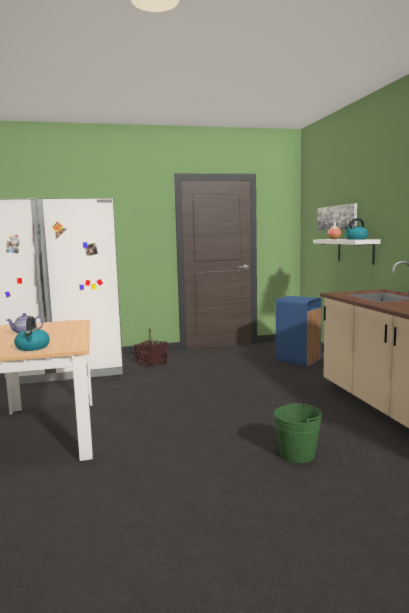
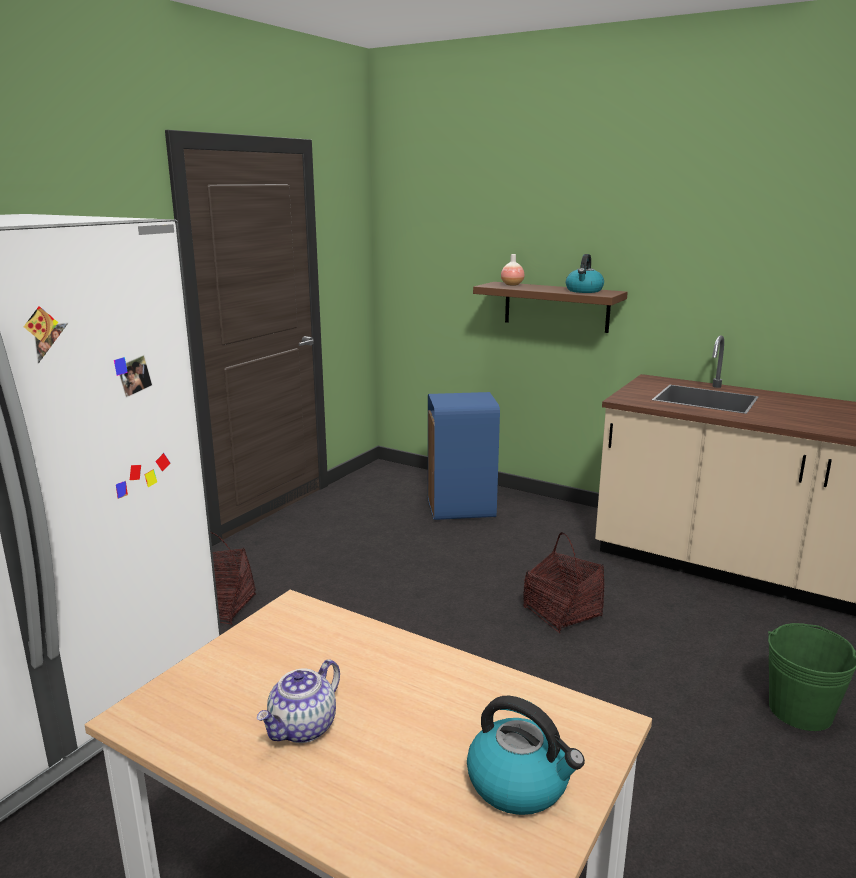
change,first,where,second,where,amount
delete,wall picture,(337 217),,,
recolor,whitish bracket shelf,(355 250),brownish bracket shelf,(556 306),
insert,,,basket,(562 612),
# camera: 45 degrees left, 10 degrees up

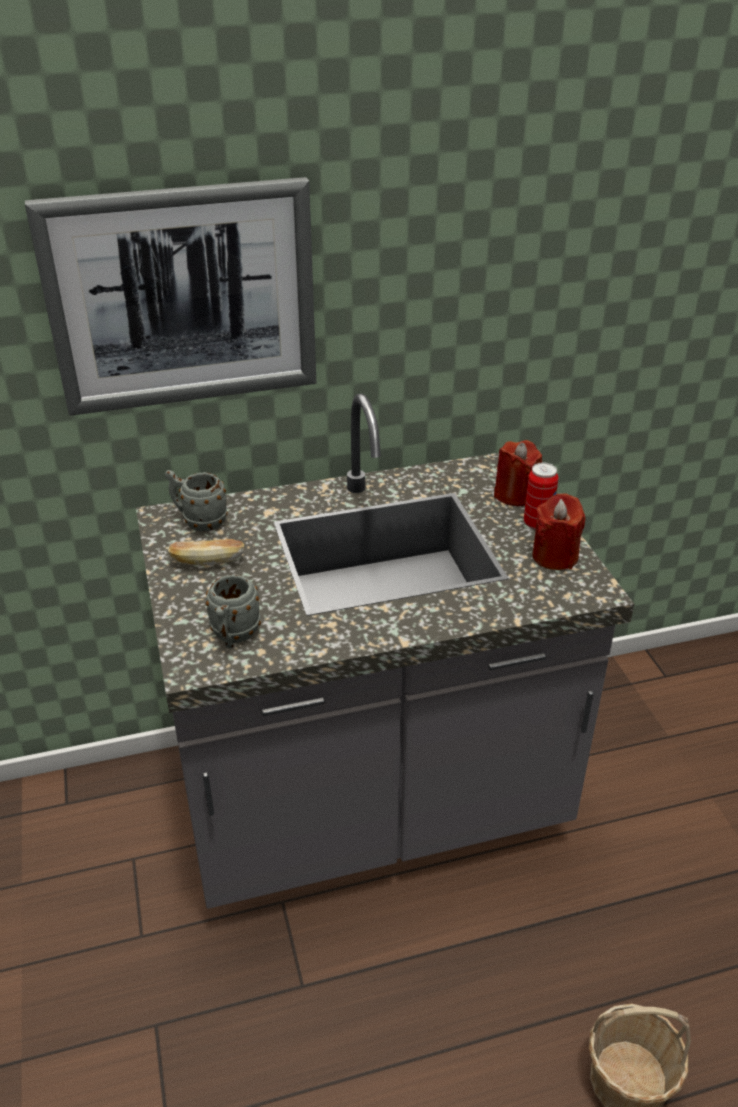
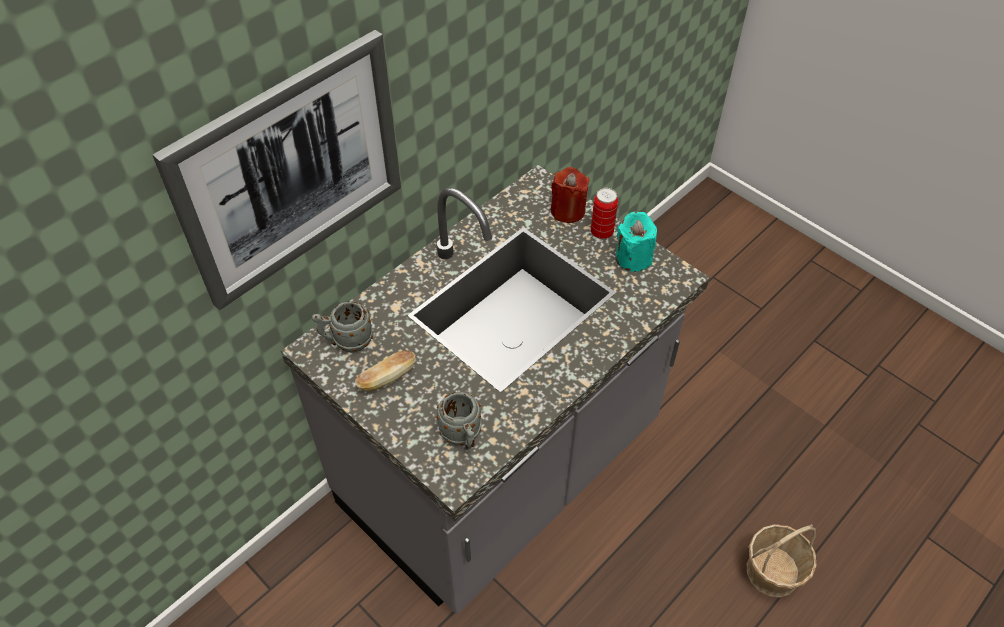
change,first,where,second,where,amount
recolor,red candle,(555 556),blue-green candle,(633 258),
# camera: 30 degrees left, 15 degrees up

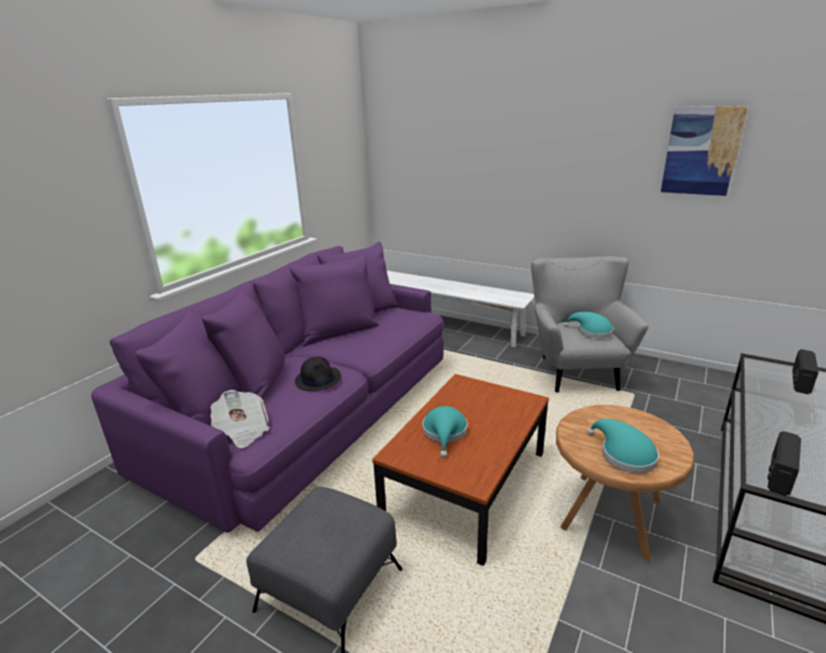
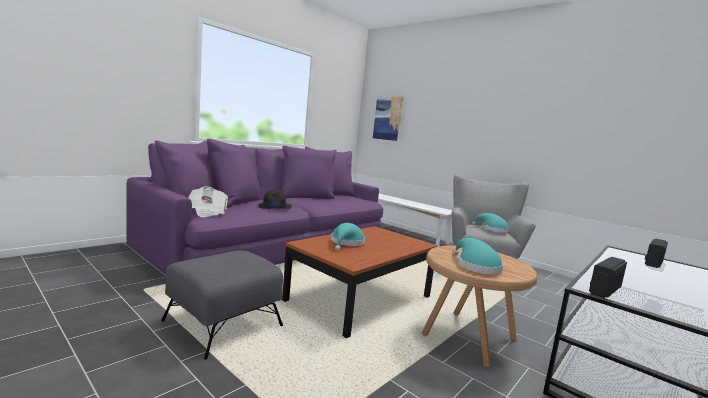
change,first,where,second,where,amount
move,wall picture,(701 151),,(388 118),
# camera: 10 degrees right, 15 degrees down

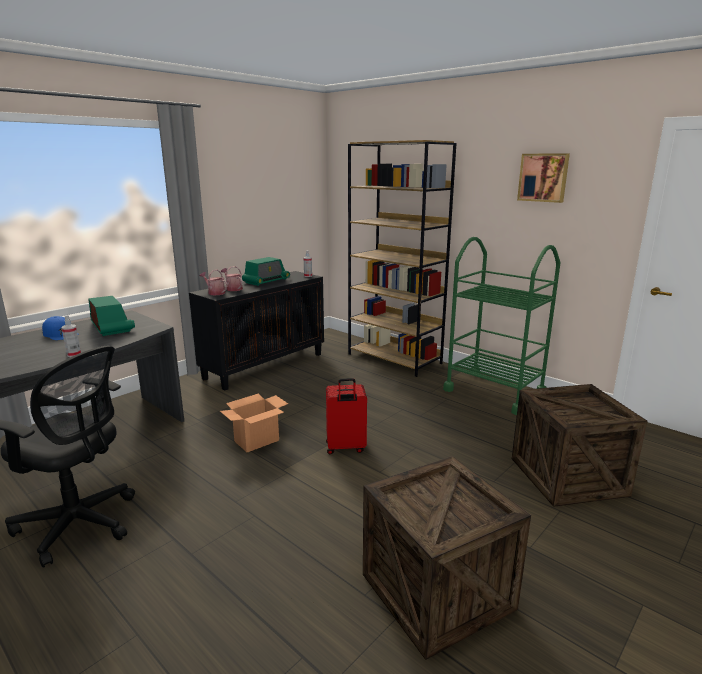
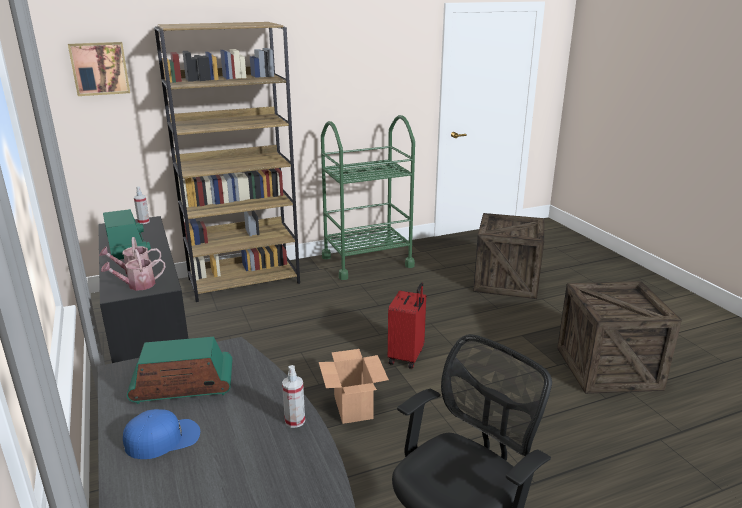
change,first,where,second,where,amount
move,wall picture,(543 177),,(99 68),
# camera: 65 degrees left, 5 degrees up

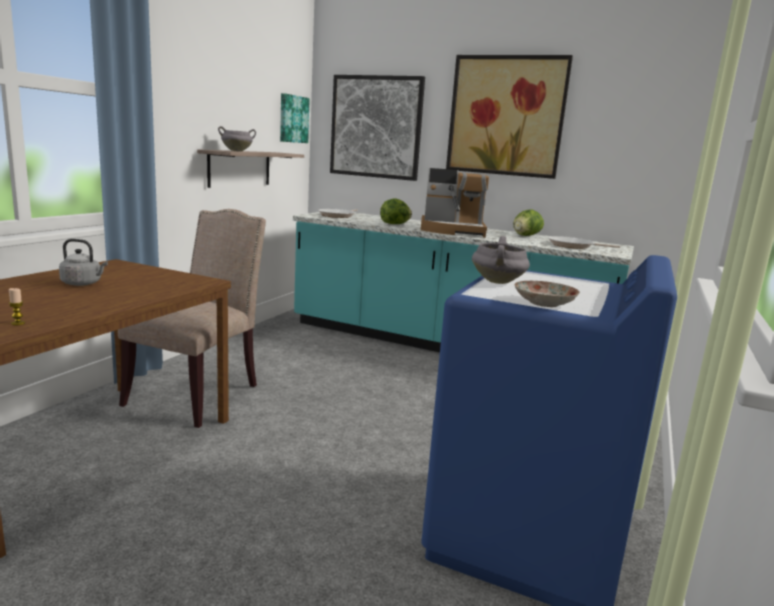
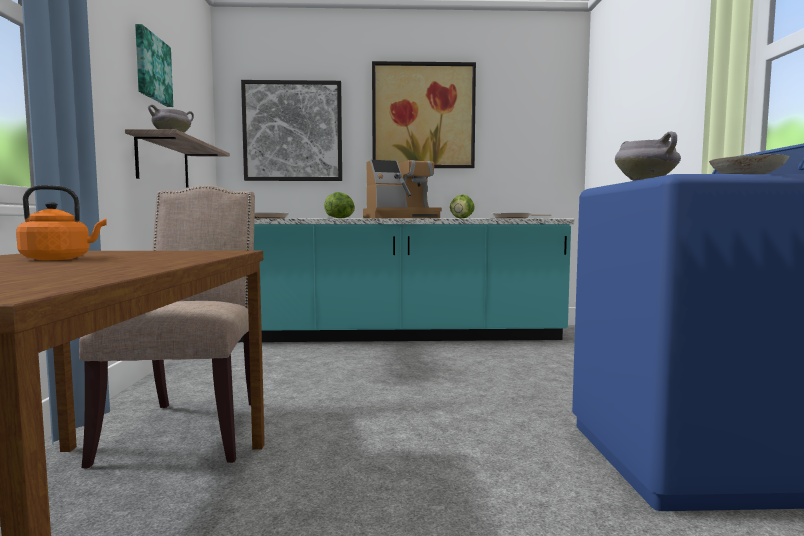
change,first,where,second,where,amount
move,wall picture,(293 119),,(152 68),
recolor,greyish kettle,(83 283),orange kettle,(60 259),
delete,candle,(18 323),,,
# camera: 25 degrees left, 10 degrees down

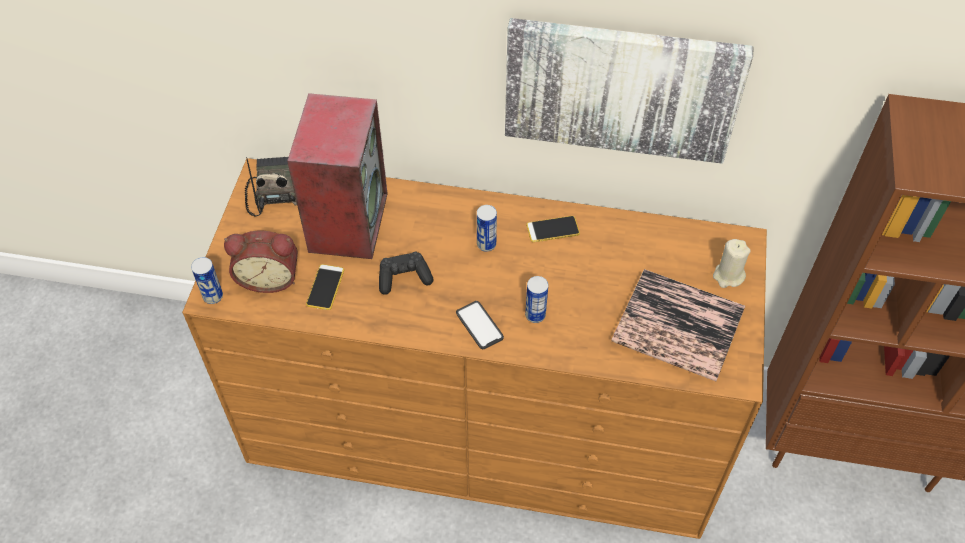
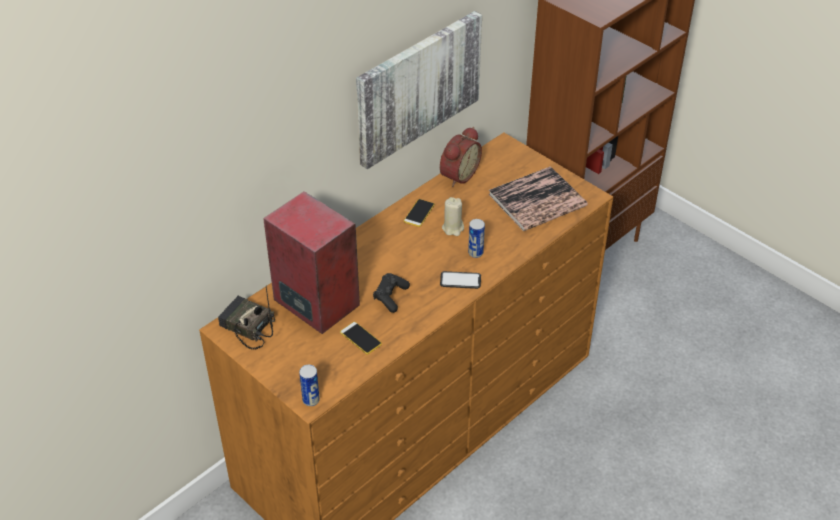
change,first,where,second,where,amount
delete,sealed can,(486 244),,,
move,table clock,(269 277),,(457 175),
move,beige candle,(728 276),,(453 228),
# camera: 55 degrees left, 10 degrees down

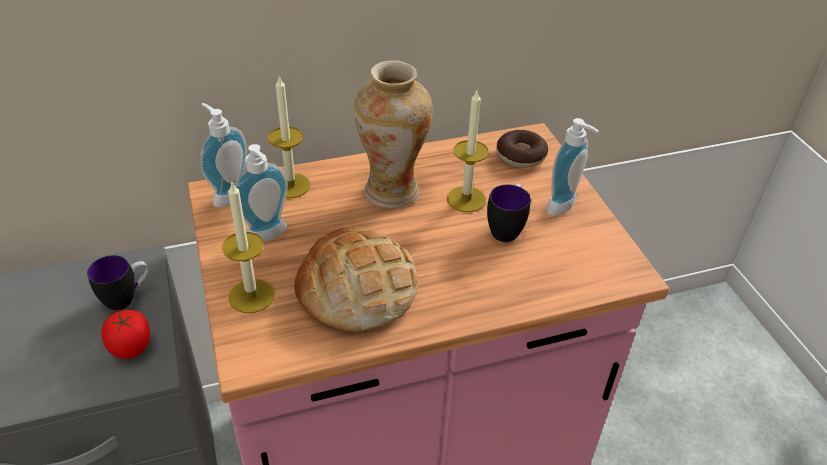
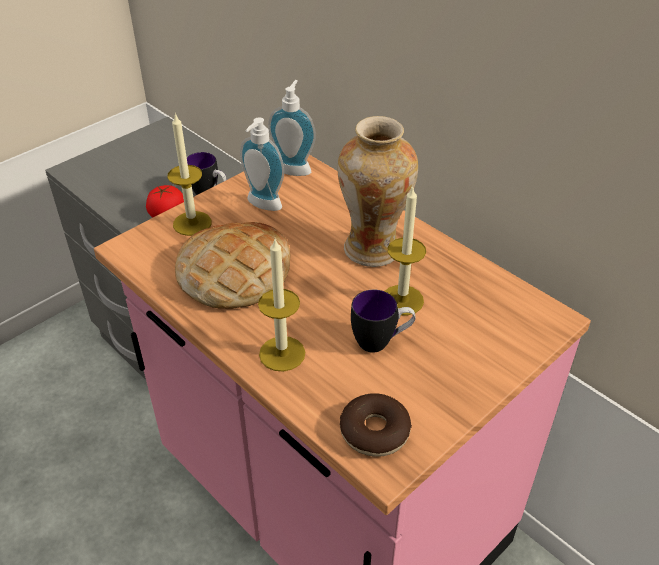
change,first,where,second,where,amount
move,candle,(290 185),,(282 353),
delete,soap bottle,(565 207),,,
move,ring doughnut,(521 156),,(374 432),
# camera: 65 degrees right, 0 degrees up

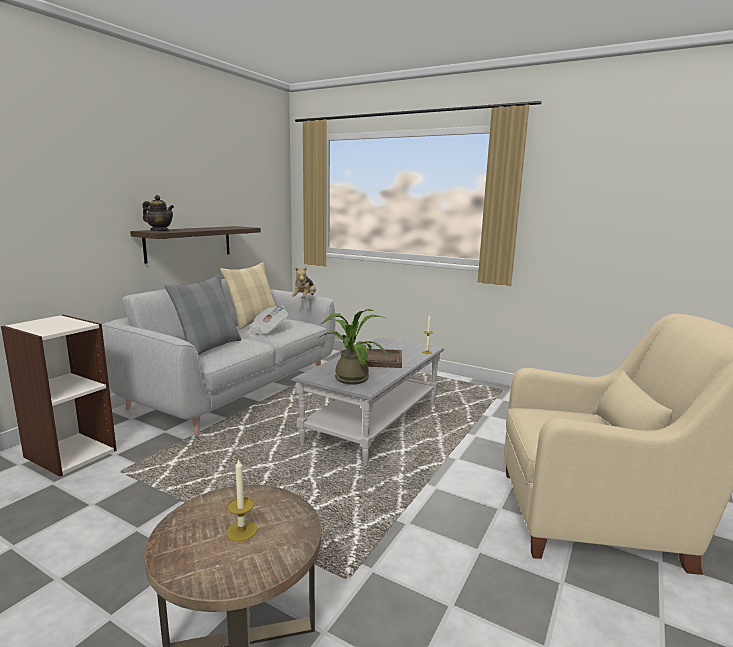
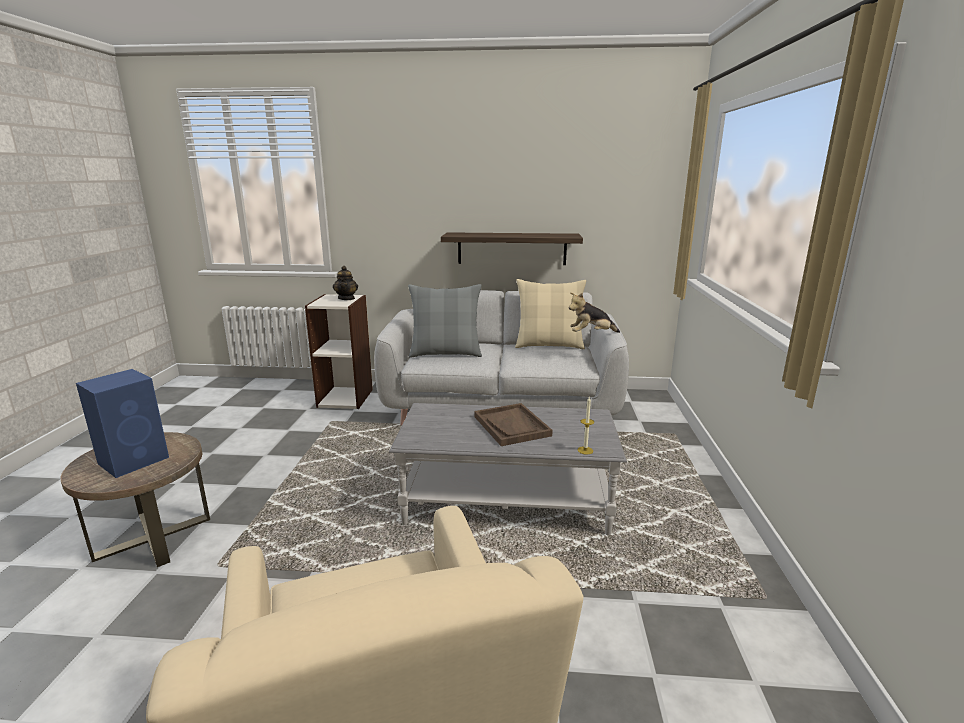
change,first,where,second,where,amount
move,tea pot,(160 231),,(346 298),
delete,printed paper,(267 331),,,
delete,potted plant,(350 377),,,
replace,candle,(241 531),blue speaker,(135 460),
# camera: 65 degrees right, 5 degrees up

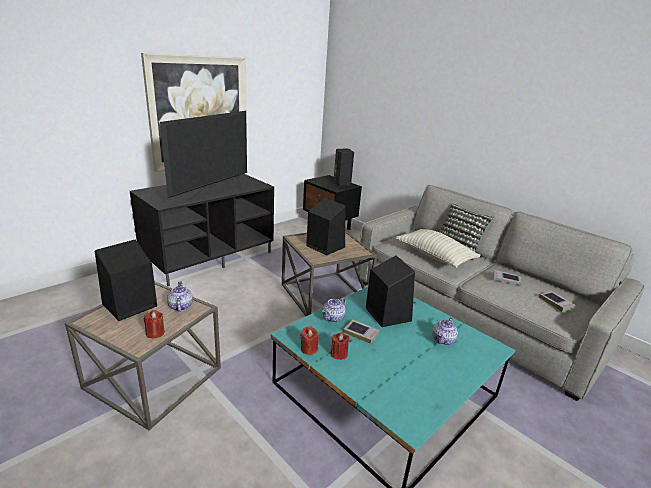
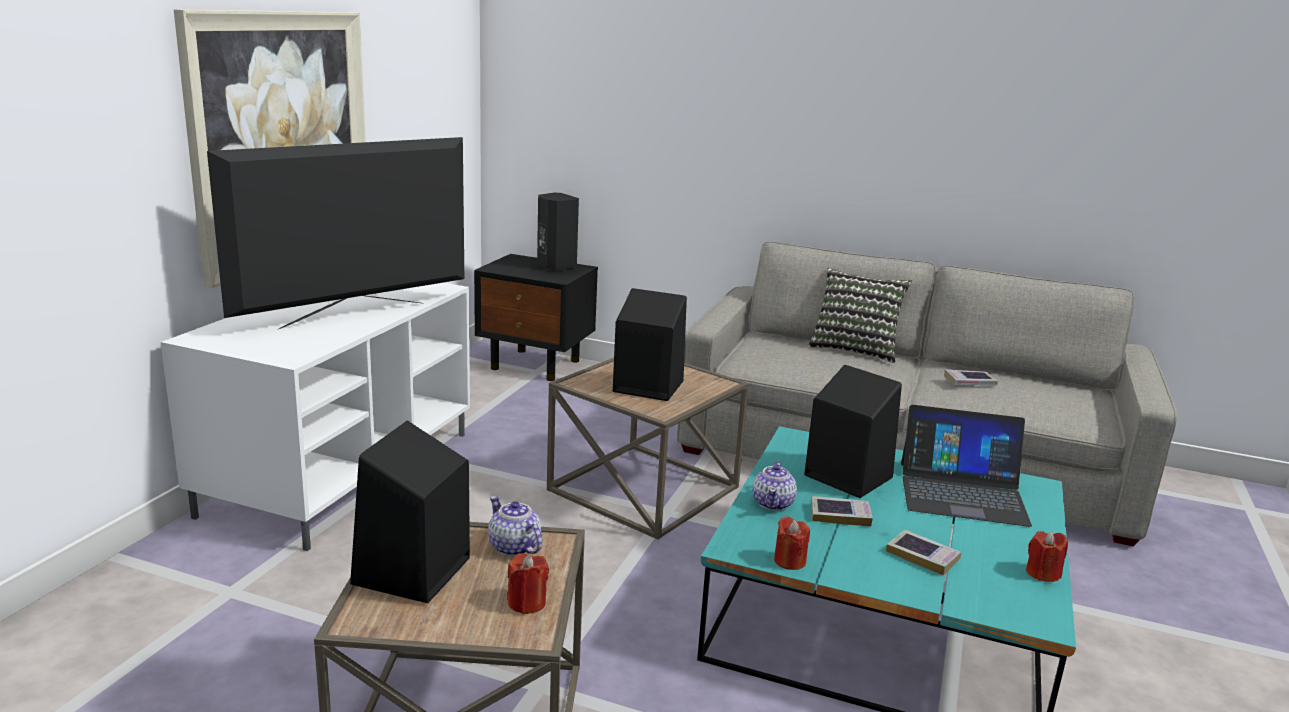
change,first,where,second,where,amount
rotate,television,(211 192),,(356 316),135 degrees counterclockwise
recolor,black-coloured media console,(210 257),whitish media console,(341 471),
delete,throw pillow,(434 256),,,
move,book,(556 303),,(922 556),
replace,tea pot,(443 340),laptop,(962 493),
move,red candle,(339 354),,(1042 573),
# camera: 25 degrees left, 5 degrees down

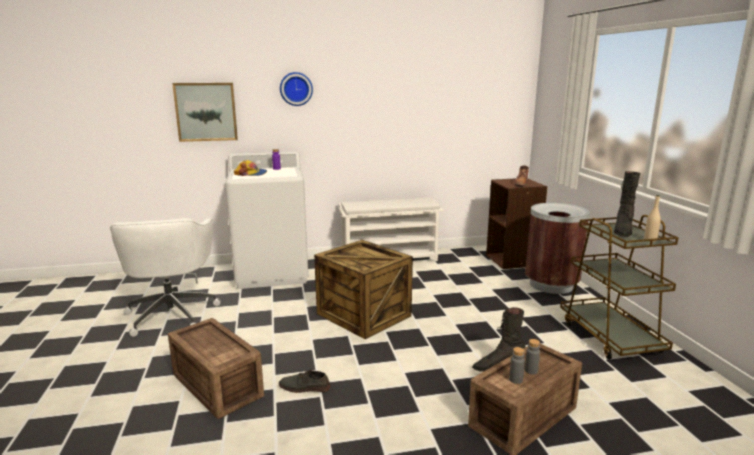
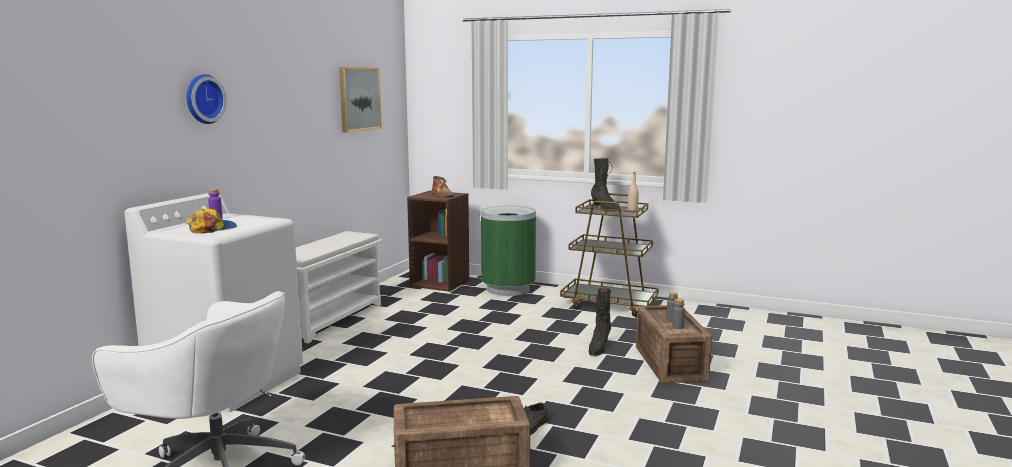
change,first,where,second,where,amount
move,wall picture,(206 112),,(359 99),
recolor,brownish trash can,(551 285),greenish trash can,(508 289),
delete,shipping crate,(365 314),,,
# camera: 55 degrees left, 5 degrees down

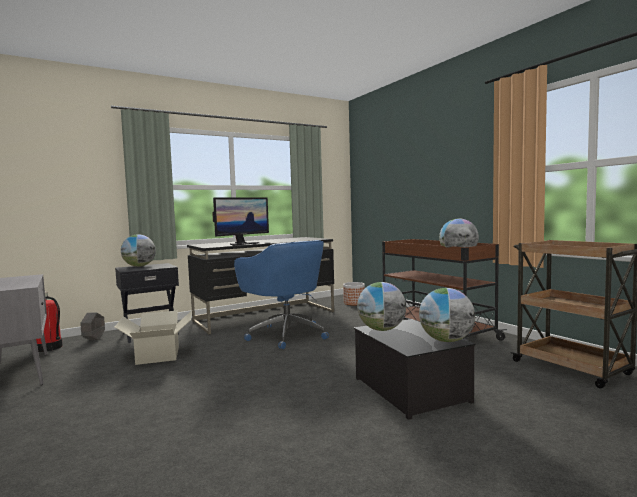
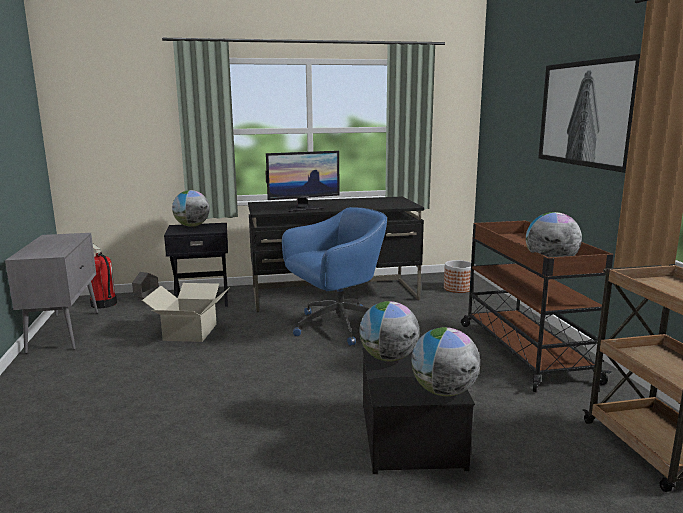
change,first,where,second,where,amount
rotate,blue computer chair,(286 334),,(336 326),105 degrees counterclockwise
insert,,,wall picture,(585 113),
# camera: 20 degrees right, 10 degrees up

